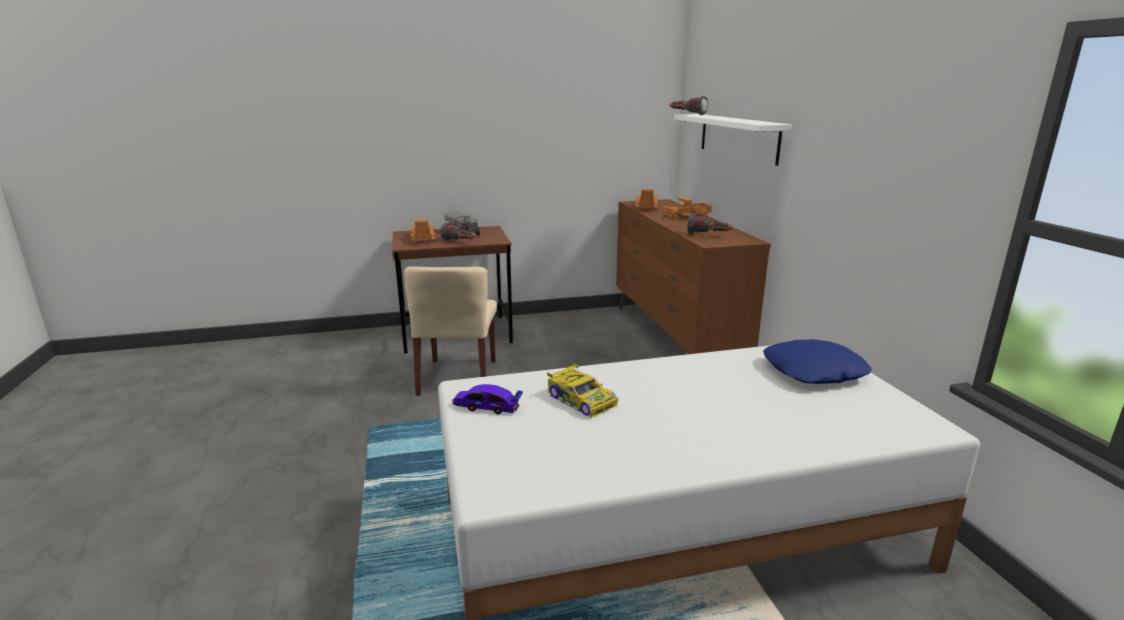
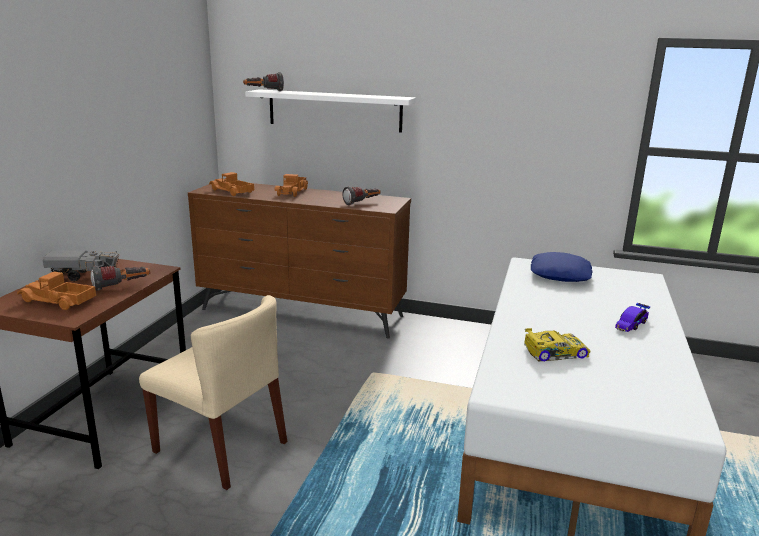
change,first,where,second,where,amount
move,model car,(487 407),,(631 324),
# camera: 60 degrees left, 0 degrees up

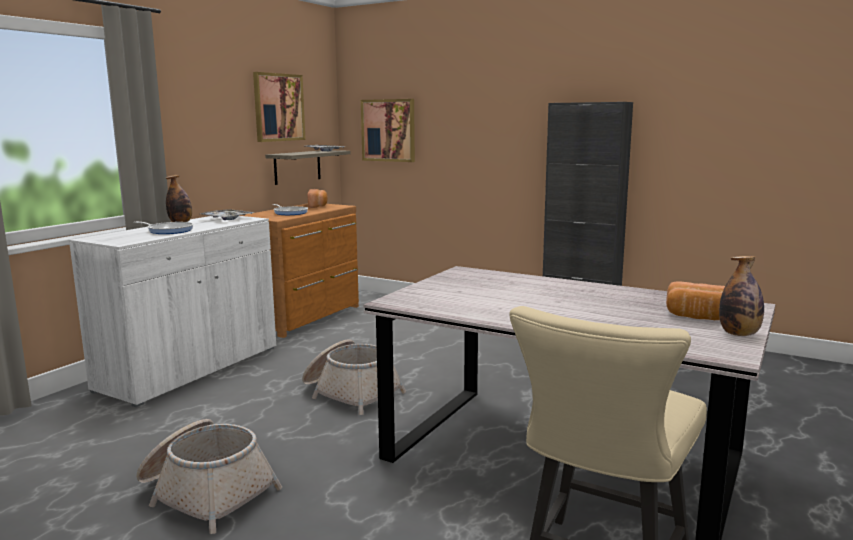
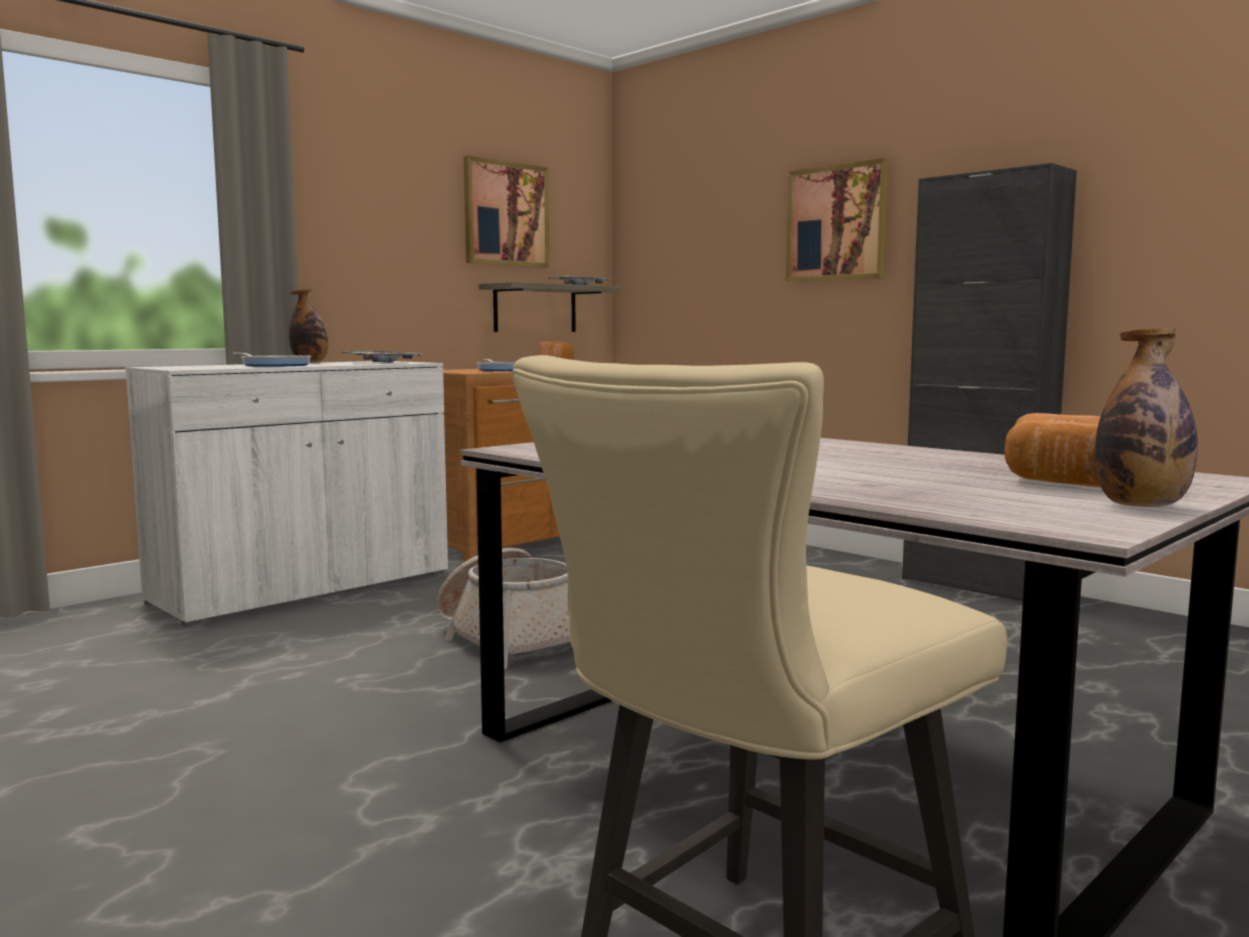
change,first,where,second,where,amount
move,wall picture,(388 130),,(837 223),
delete,basket,(206 492),,,
# camera: 15 degrees right, 5 degrees down

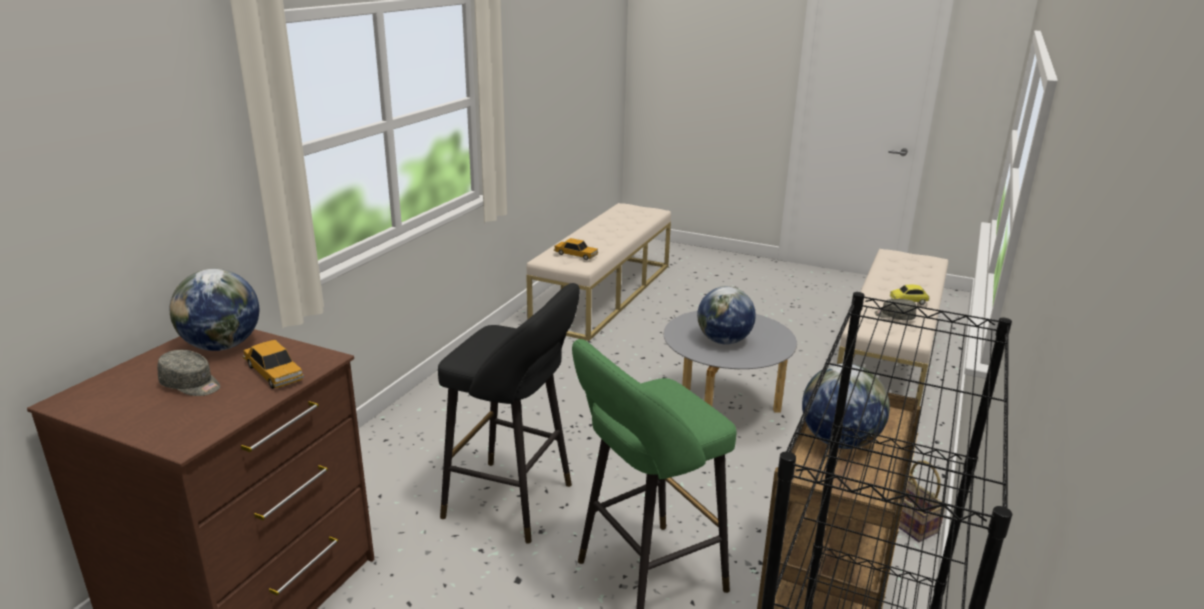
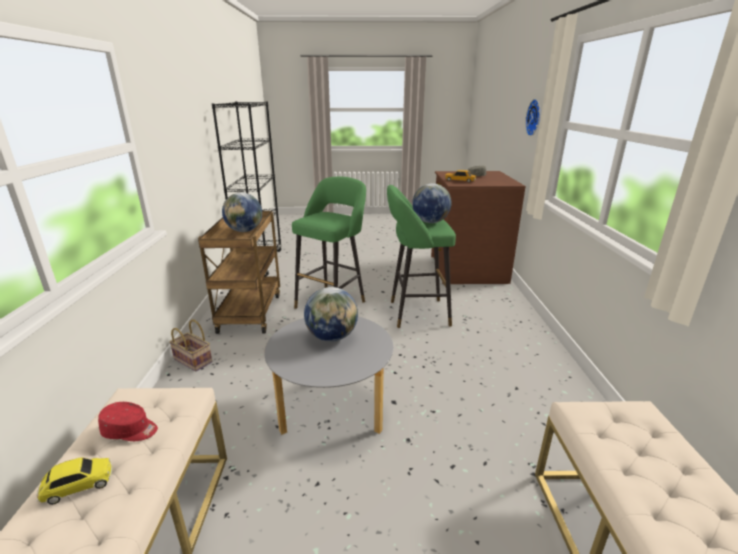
change,first,where,second,where,amount
delete,model car,(576 255),,,
move,desk globe,(222 346),,(430 222),
recolor,black-coloured sitting stool,(515 502),greenish sitting stool,(415 313),
recolor,greyish peaked cap,(894 317),red peaked cap,(130 430),
insert,,,wall clock,(535 117),
# camera: 155 degrees right, 0 degrees up

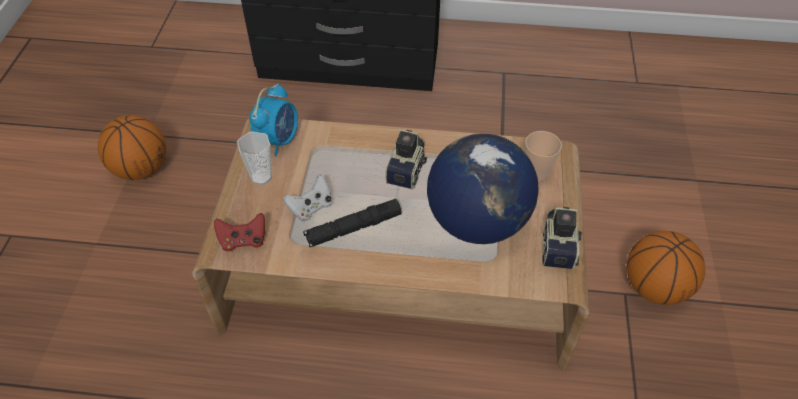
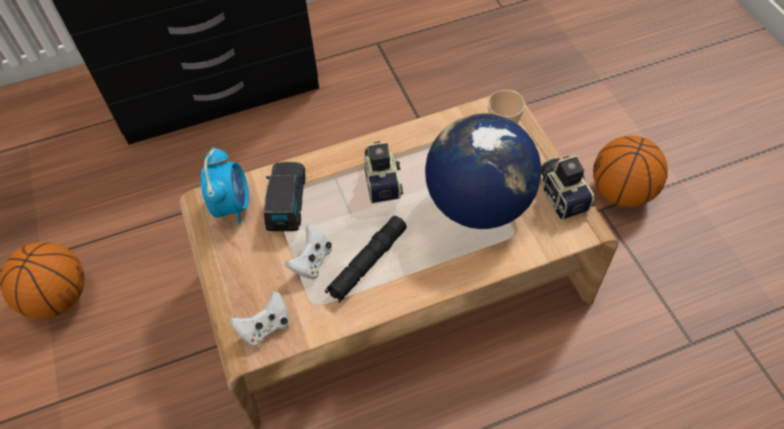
change,first,where,second,where,amount
delete,small cup,(261 177),,,
recolor,red game controller,(243 241),whitish game controller,(265 327),
insert,,,black-coloured model car,(287 204),
# camera: 25 degrees left, 5 degrees up

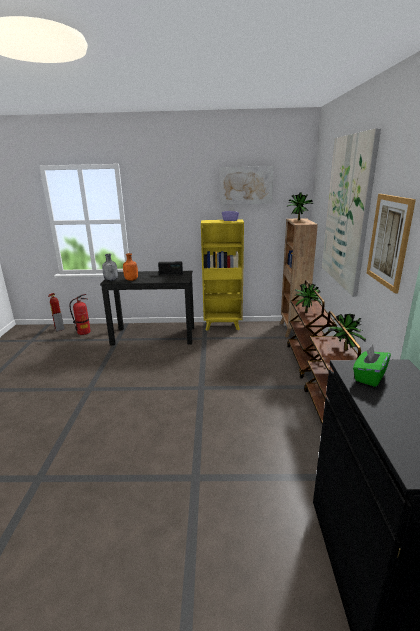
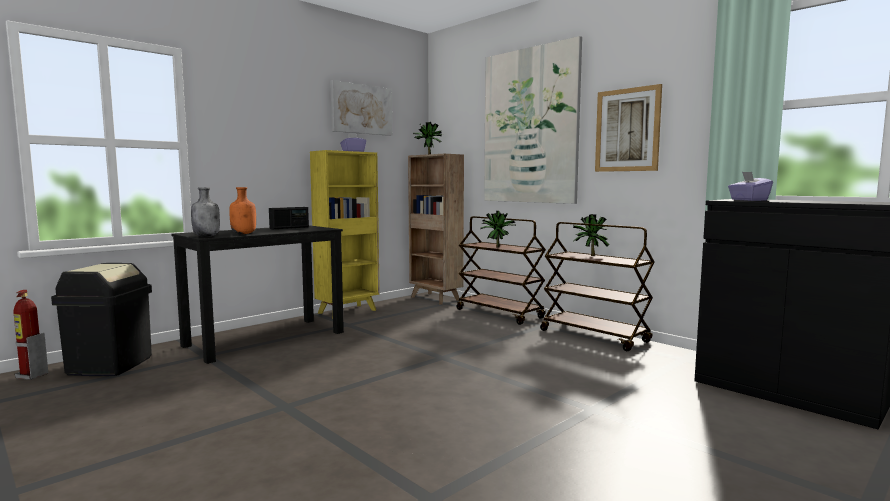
change,first,where,second,where,amount
replace,fire-fighting cylinder,(84 332),black-coloured trash can,(109 365),
recolor,greenish tissue holder,(369 376),purple-coloured tissue holder,(748 200),
# camera: 45 degrees left, 15 degrees down

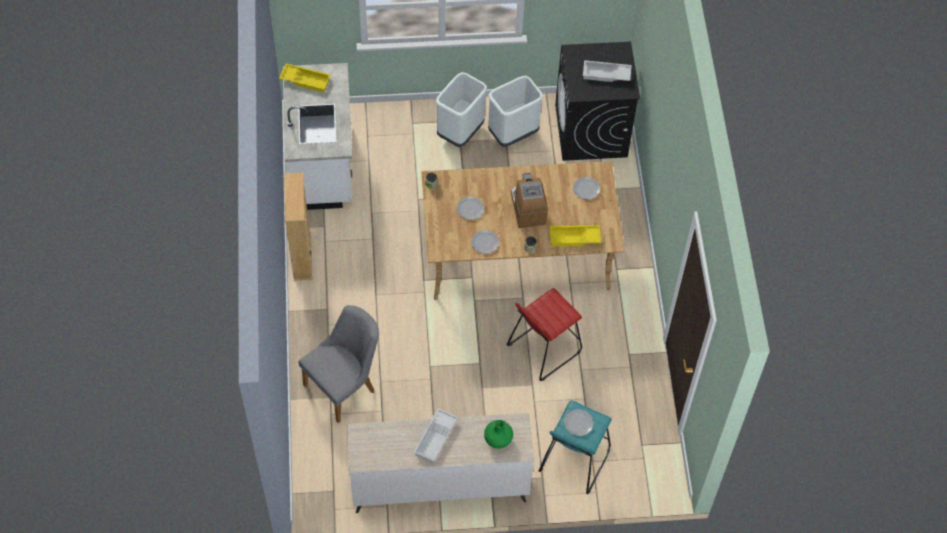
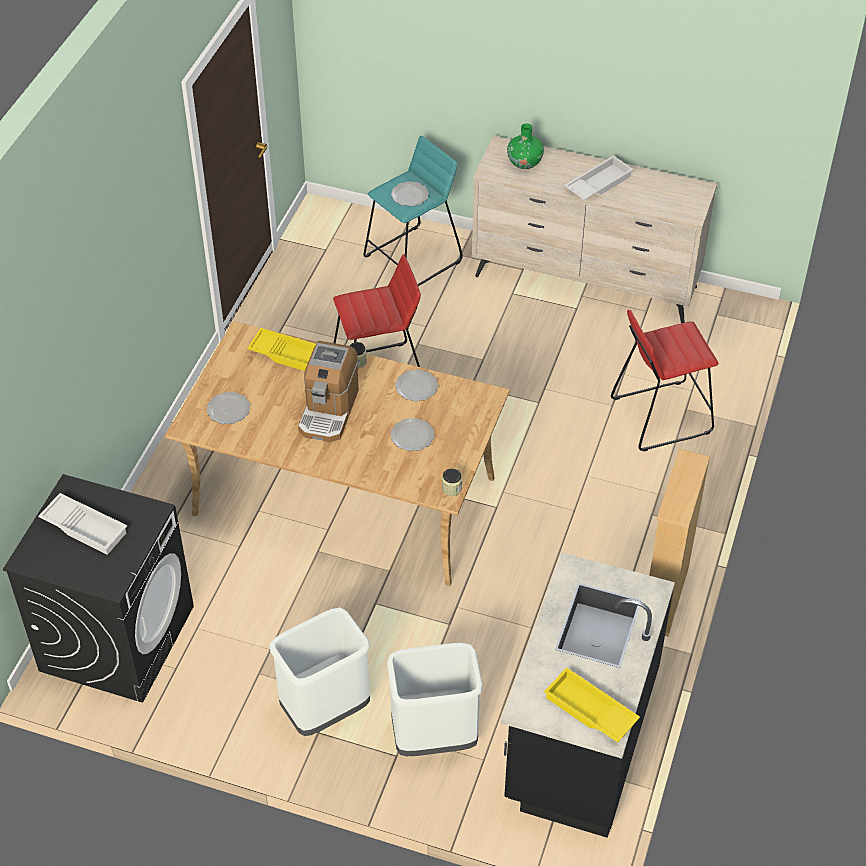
change,first,where,second,where,amount
recolor,whitish kitchen base unit,(322 163),black-coloured kitchen base unit,(579 737),
move,whitish trash can,(513 134),,(434 738),
replace,greyish chair,(345 385),red sitting stool,(660 415),
# camera: 155 degrees left, 10 degrees down

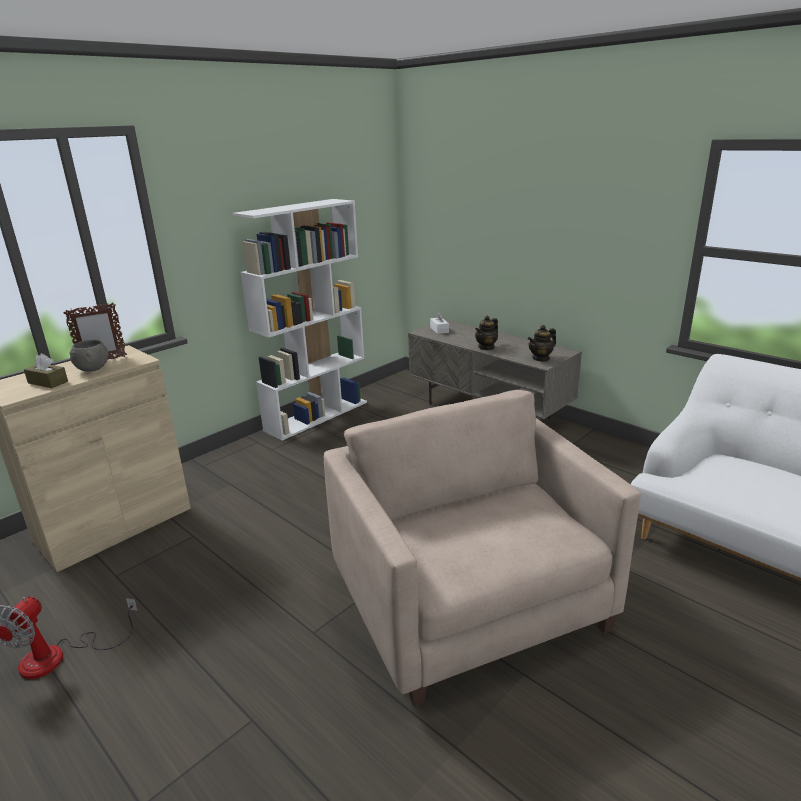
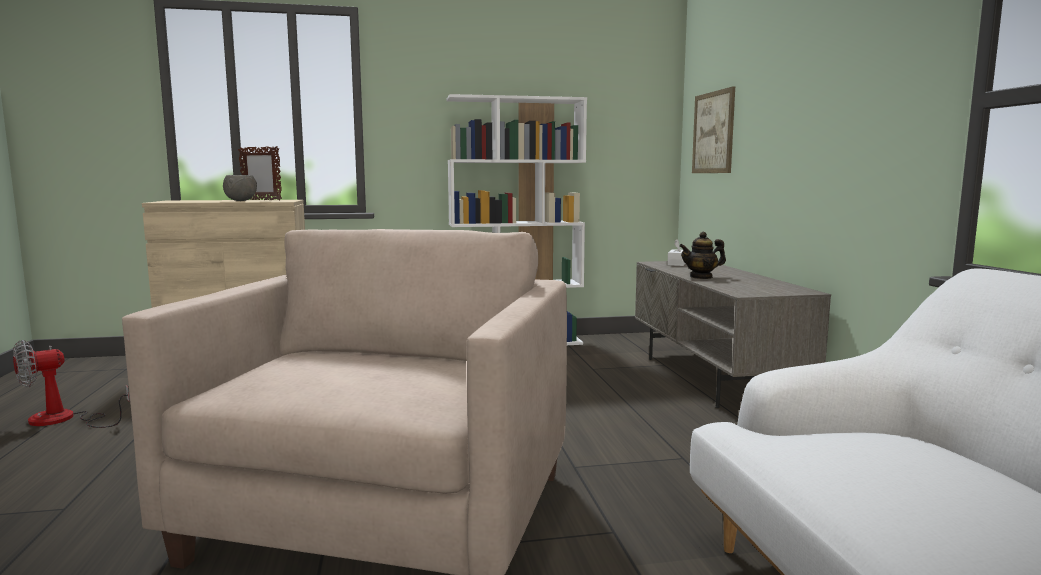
change,first,where,second,where,amount
delete,tea pot,(541 358),,,
delete,brownish tissue holder,(48 382),,,
insert,,,wall picture,(713 132),
# camera: 35 degrees right, 15 degrees down

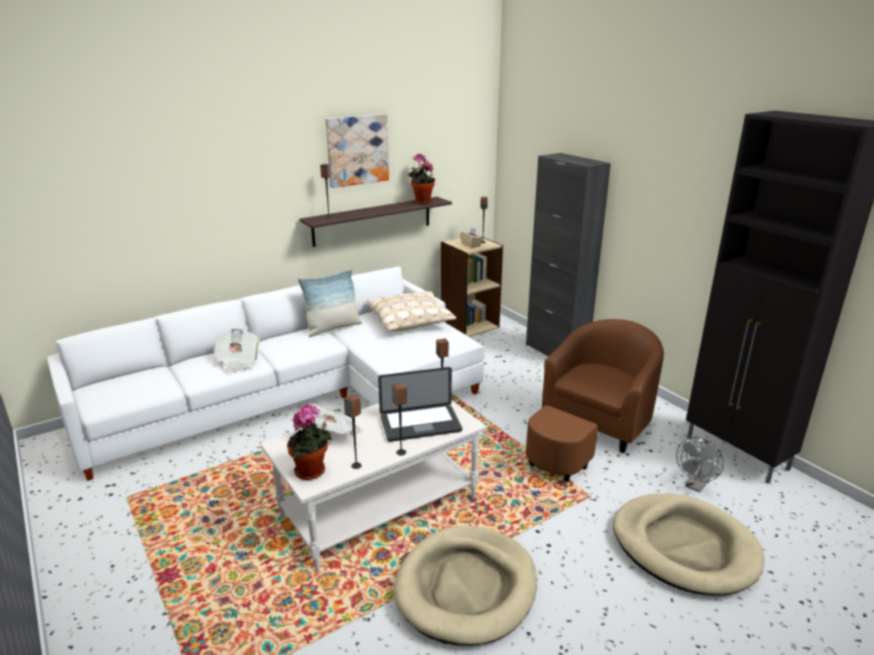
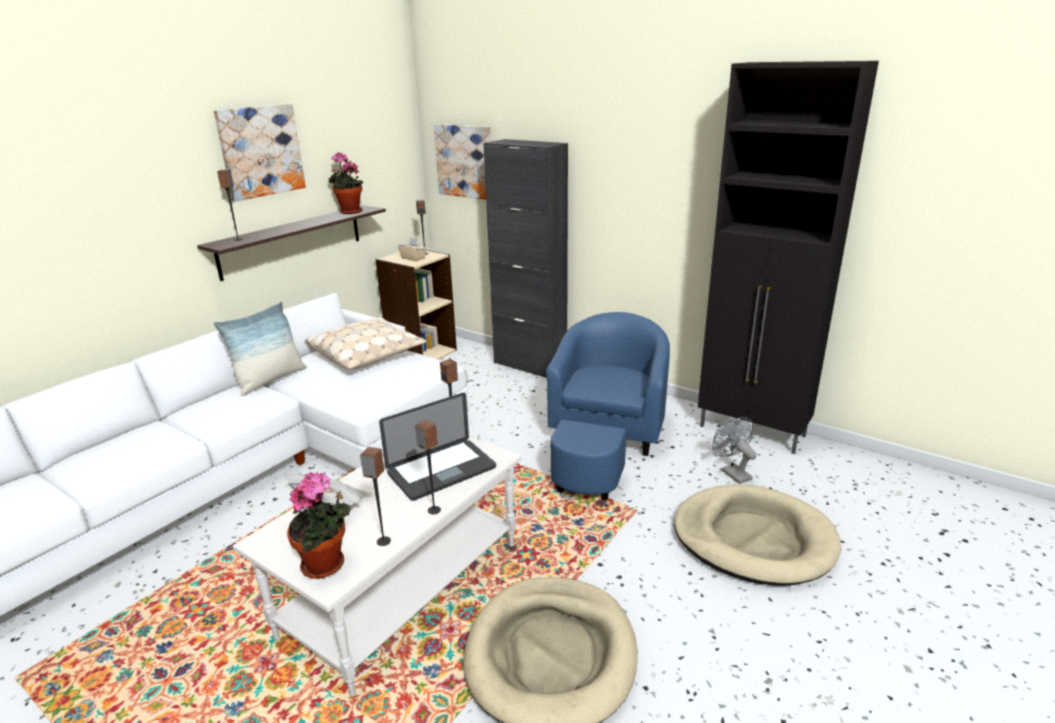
change,first,where,second,where,amount
recolor,brownish easy chair,(590 433),blue easy chair,(605 442),
delete,printed paper,(238 361),,,
rotate,greyish electric fan,(695 486),,(732 472),135 degrees clockwise
insert,,,wall picture,(465 161),
# camera: 20 degrees left, 0 degrees up

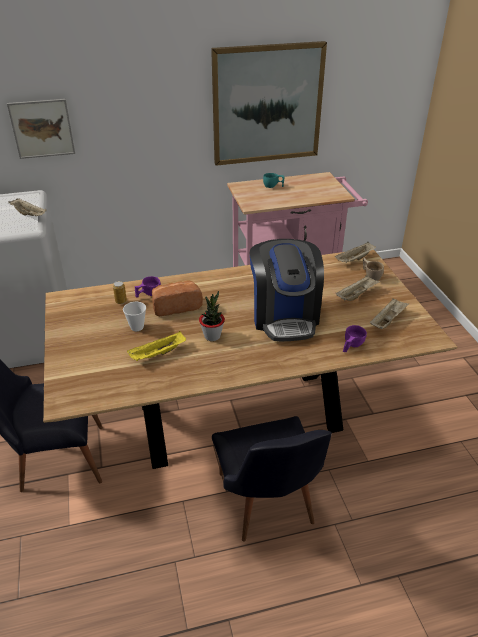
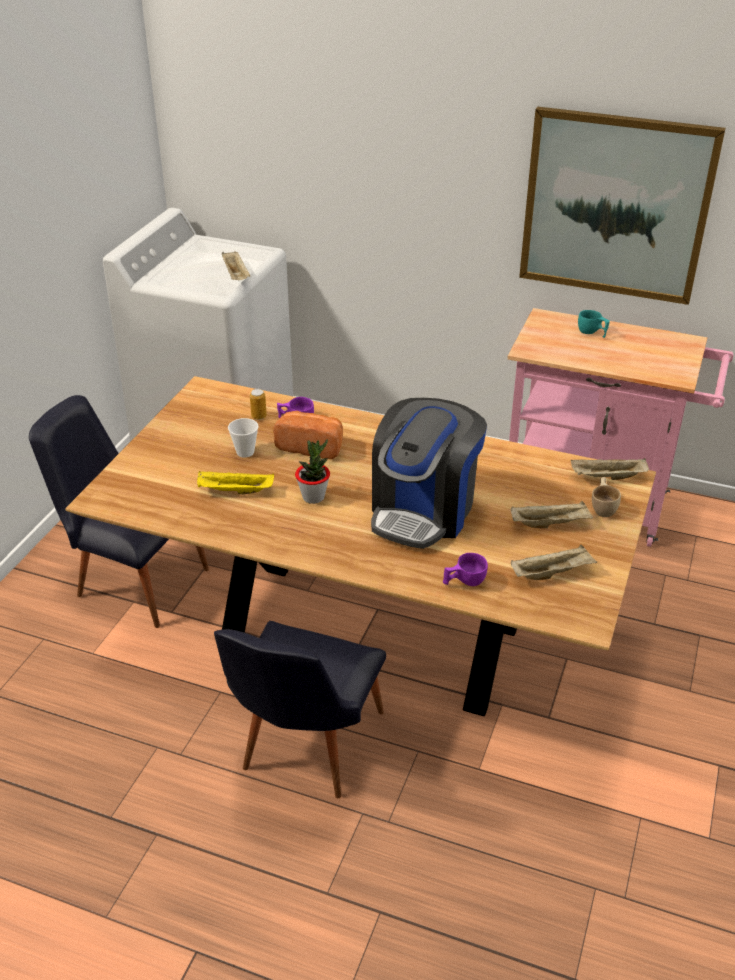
change,first,where,second,where,amount
delete,wall picture,(42 128),,,
# camera: 35 degrees right, 0 degrees up

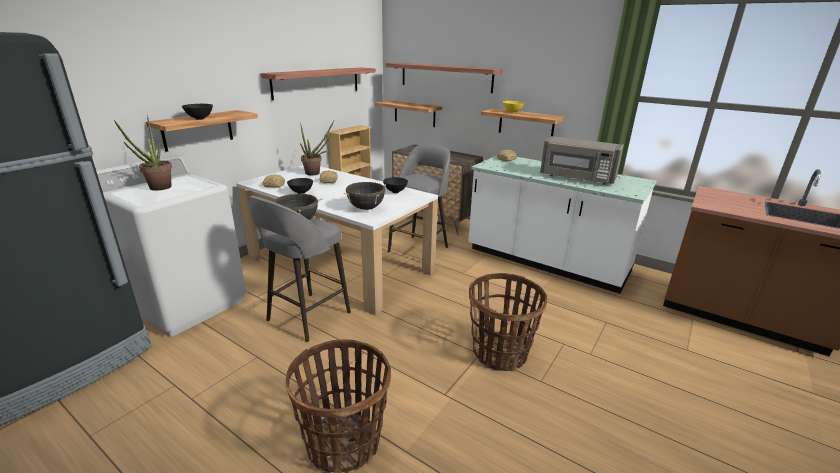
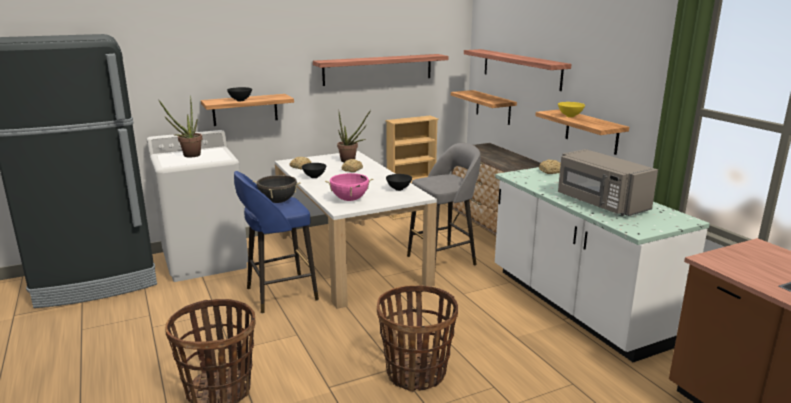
change,first,where,second,where,amount
recolor,black-coloured saucepot,(366 208),pinkish saucepot,(349 199),
recolor,greyish sitting stool,(306 317),blue sitting stool,(279 294),
# camera: 30 degrees right, 5 degrees down

